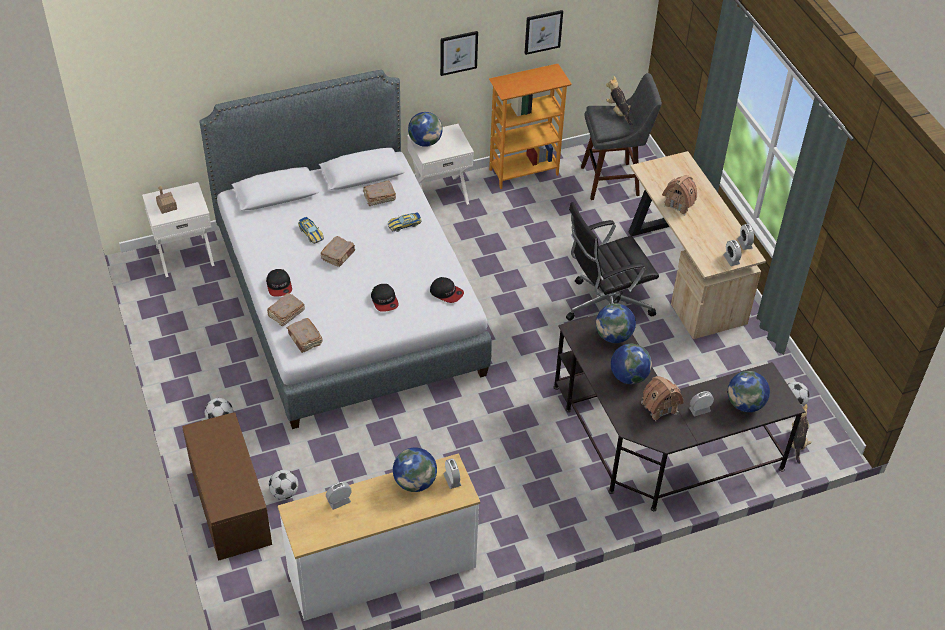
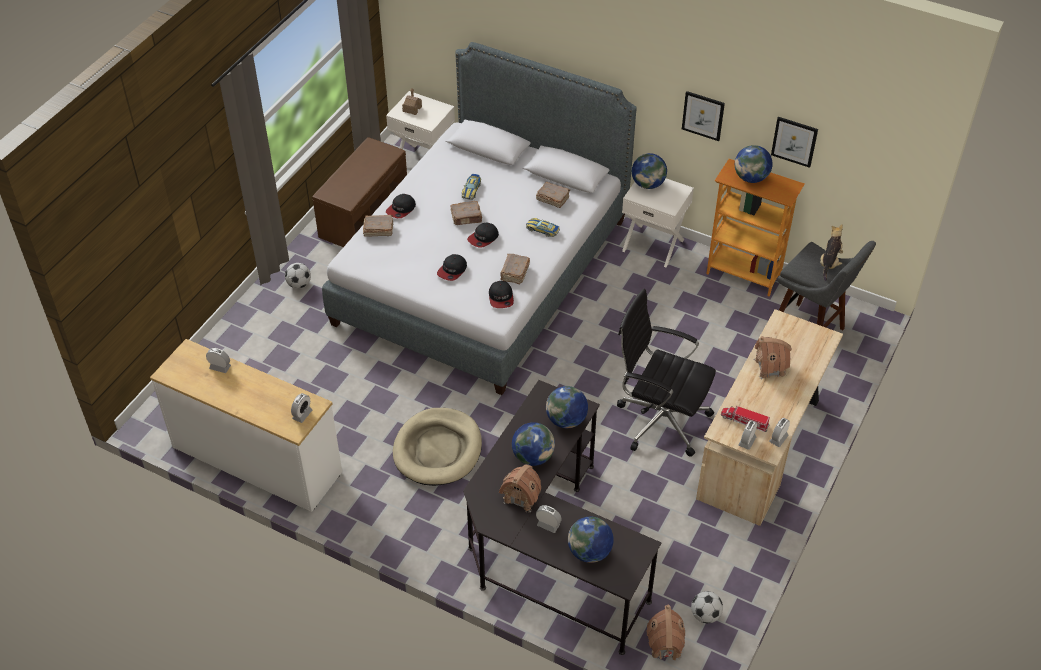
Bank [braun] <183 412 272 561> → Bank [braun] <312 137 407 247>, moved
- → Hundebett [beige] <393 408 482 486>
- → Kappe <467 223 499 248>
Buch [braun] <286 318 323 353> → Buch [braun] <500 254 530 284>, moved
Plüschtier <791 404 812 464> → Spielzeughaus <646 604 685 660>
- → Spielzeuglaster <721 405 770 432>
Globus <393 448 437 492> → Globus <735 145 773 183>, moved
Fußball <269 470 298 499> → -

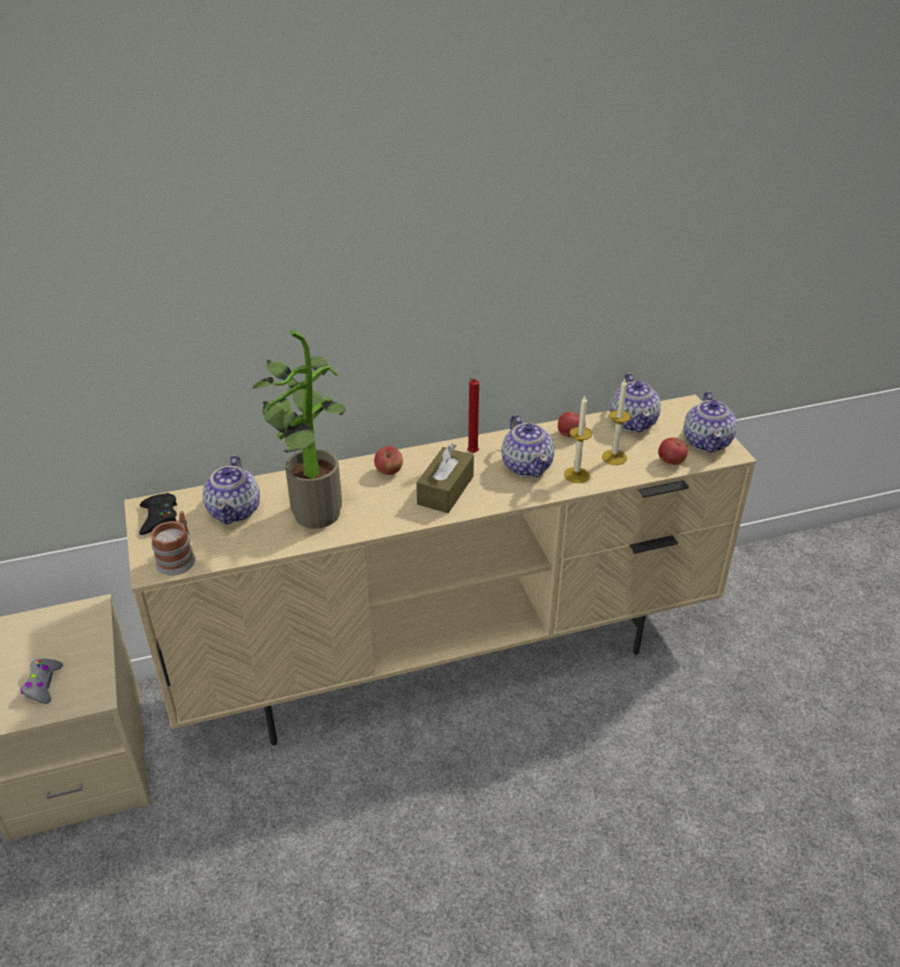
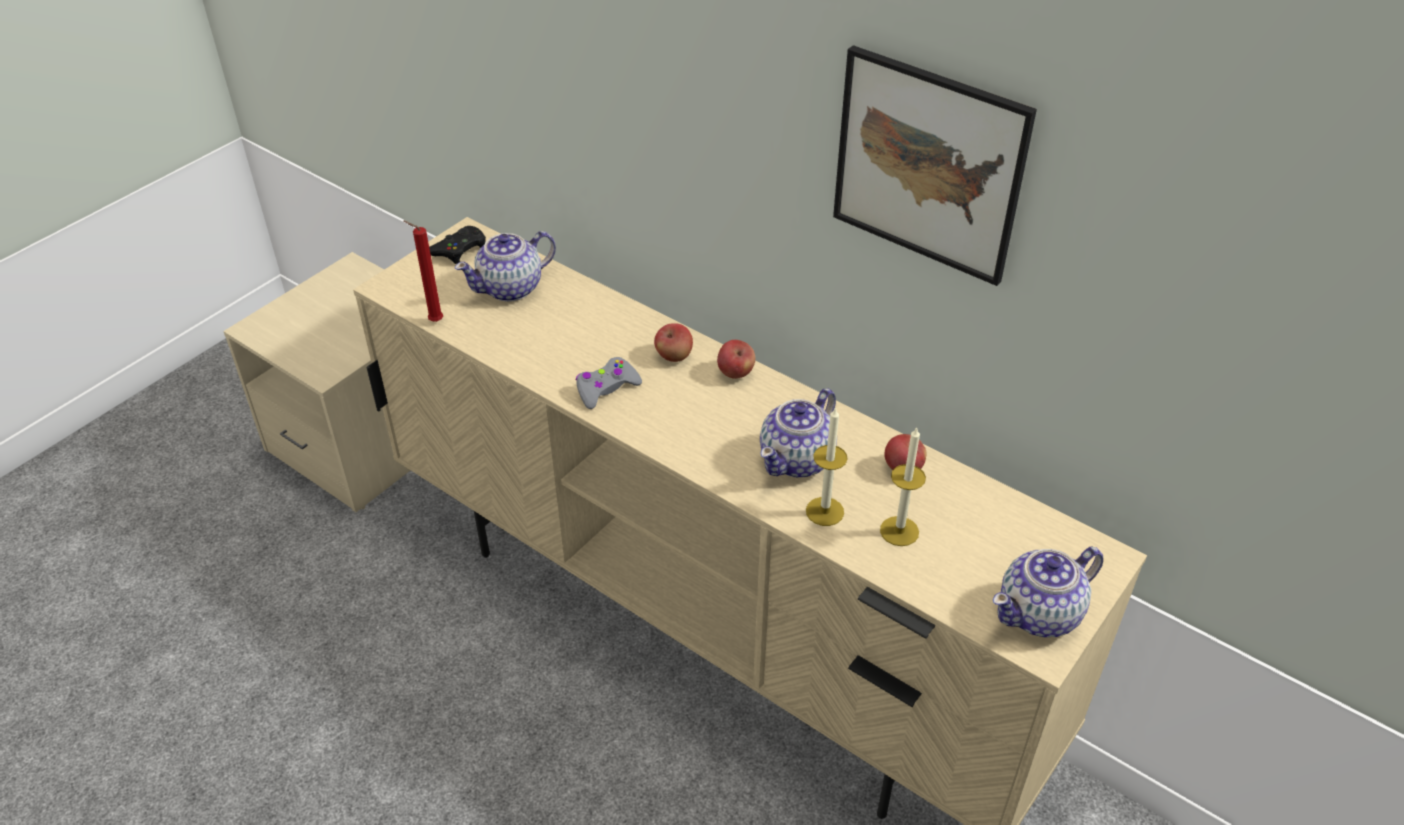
Kerze [rot] <467 378 479 453> → Kerze [rot] <403 221 443 322>, moved
Gamepad [grau] <21 659 63 704> → Gamepad [grau] <576 357 642 409>, moved
Apfel <658 437 688 465> → Apfel <717 340 755 379>, moved
- → Bild <833 45 1037 286>
Henkelbecher <151 511 195 576> → -
Topfpflanze <252 330 346 529> → -
Taschentuchbox [braun] <416 444 474 513> → -
Teekanne <610 373 661 432> → -

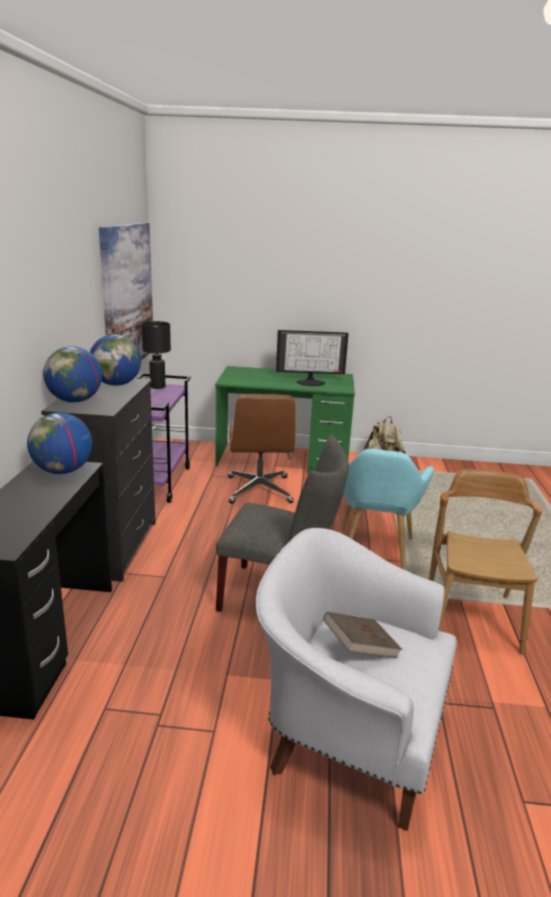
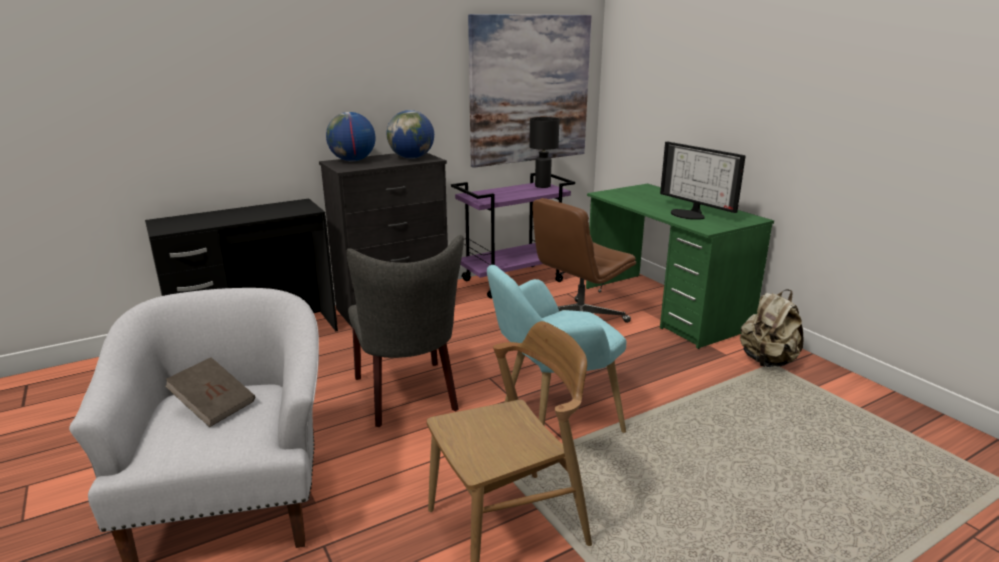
Globus <27 413 92 474> → -

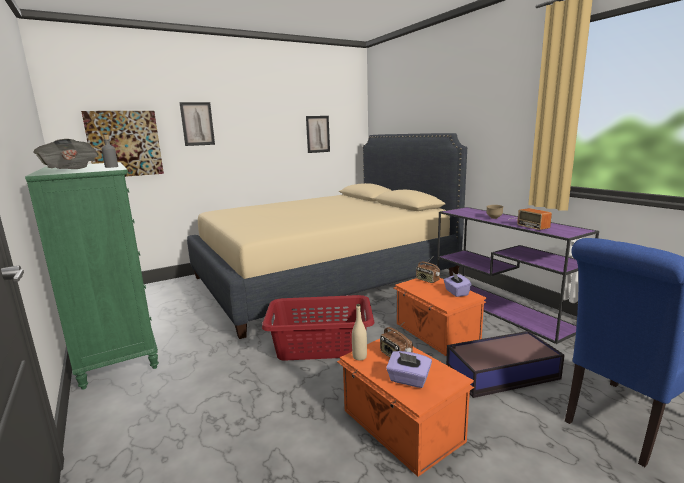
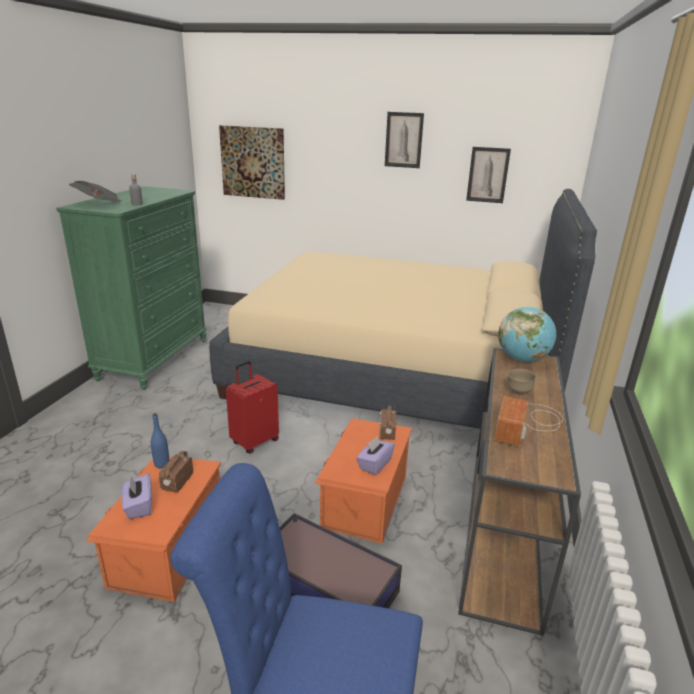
Flasche [beige] <352 304 367 360> → Flasche [blau] <151 413 169 469>
Wäschekorb [rot] <262 295 374 361> → Koffer [rot] <226 361 279 453>
Bild <179 102 215 146> → Bild <385 112 424 168>, moved
Konsolentisch [lila] <437 207 599 344> → Konsolentisch [braun] <458 348 581 636>
- → Globus <498 306 556 362>

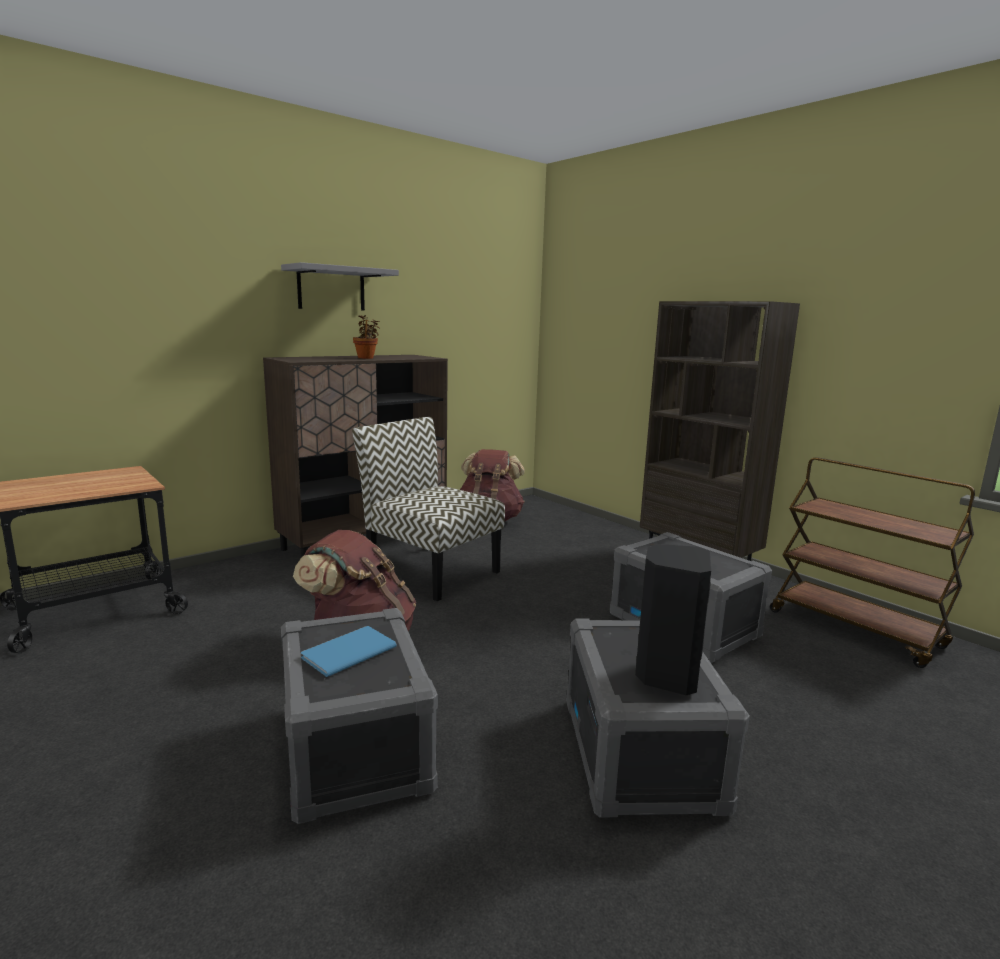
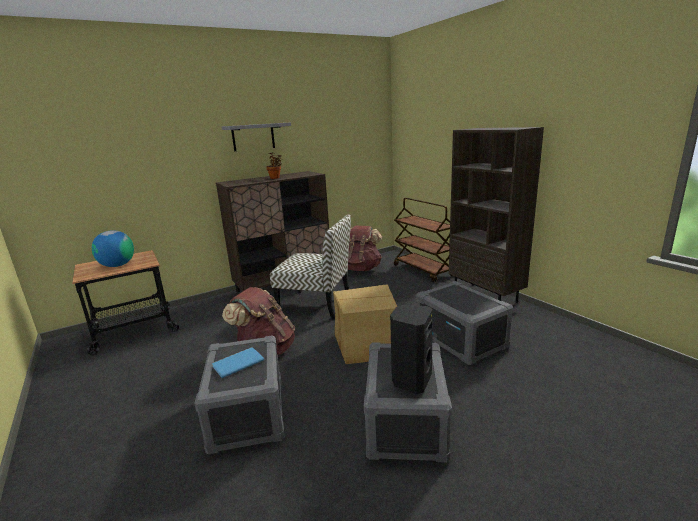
- → Globus <92 230 134 267>
Stuhl <352 417 505 601> → Stuhl <270 214 351 320>, 150 degrees clockwise
- → Karton <333 284 397 364>
Rollwagen [braun] <770 457 975 668> → Rollwagen [braun] <394 198 453 283>, moved

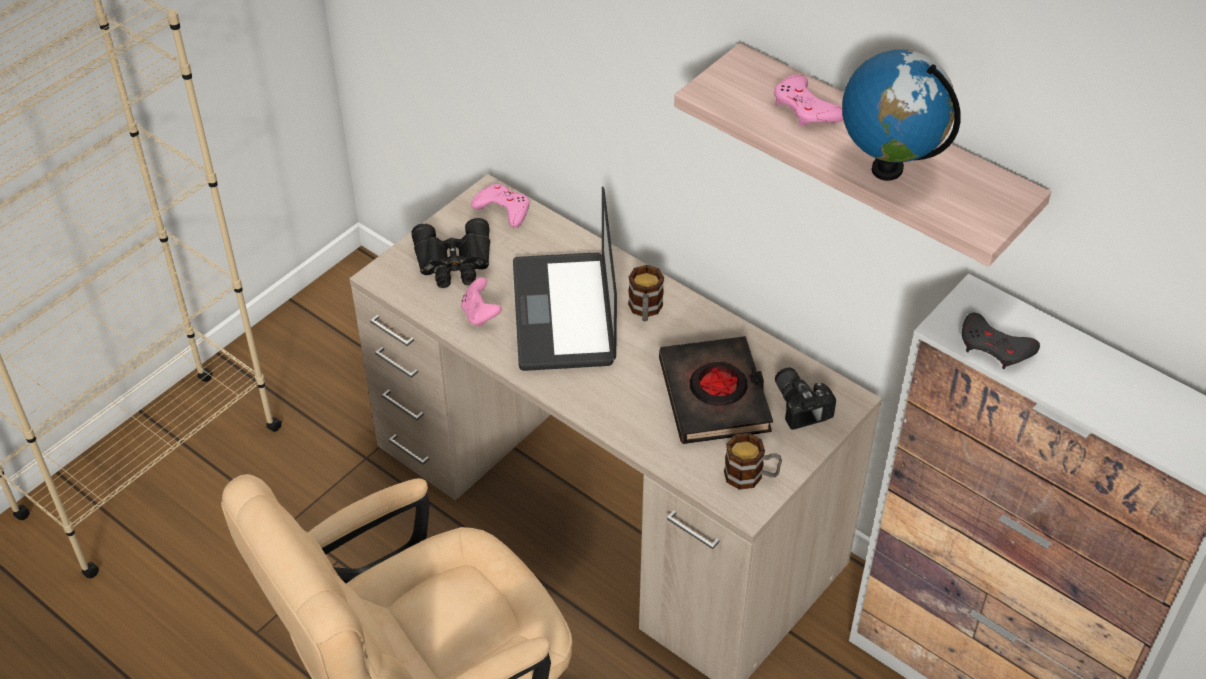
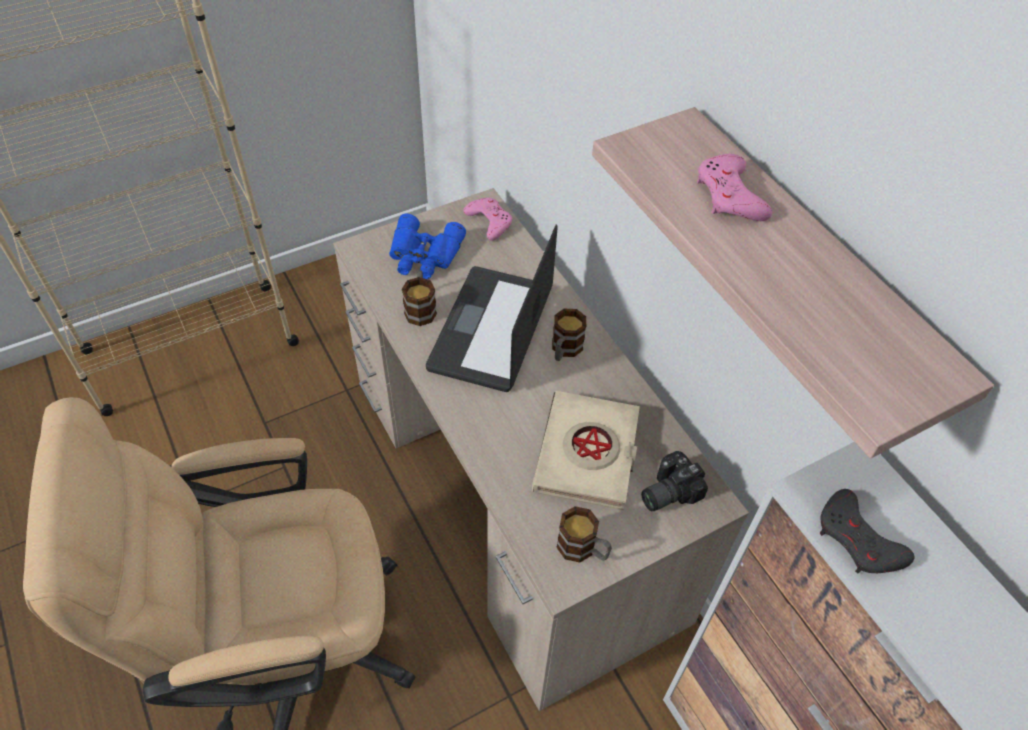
Fernglas [schwarz] <412 218 490 288> → Fernglas [blau] <389 213 466 279>
Gamepad [rosa] <461 277 502 327> → Henkelbecher <402 270 437 326>
Buch [schwarz] <659 336 773 444> → Buch [beige] <532 391 640 510>
Kamera <775 368 836 430> → Kamera <641 451 708 511>, 120 degrees counterclockwise
Globus <842 49 961 181> → -

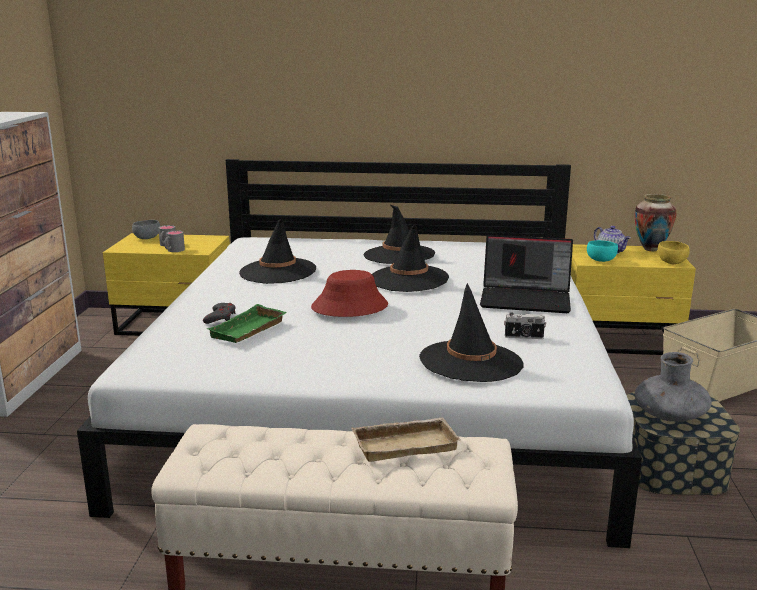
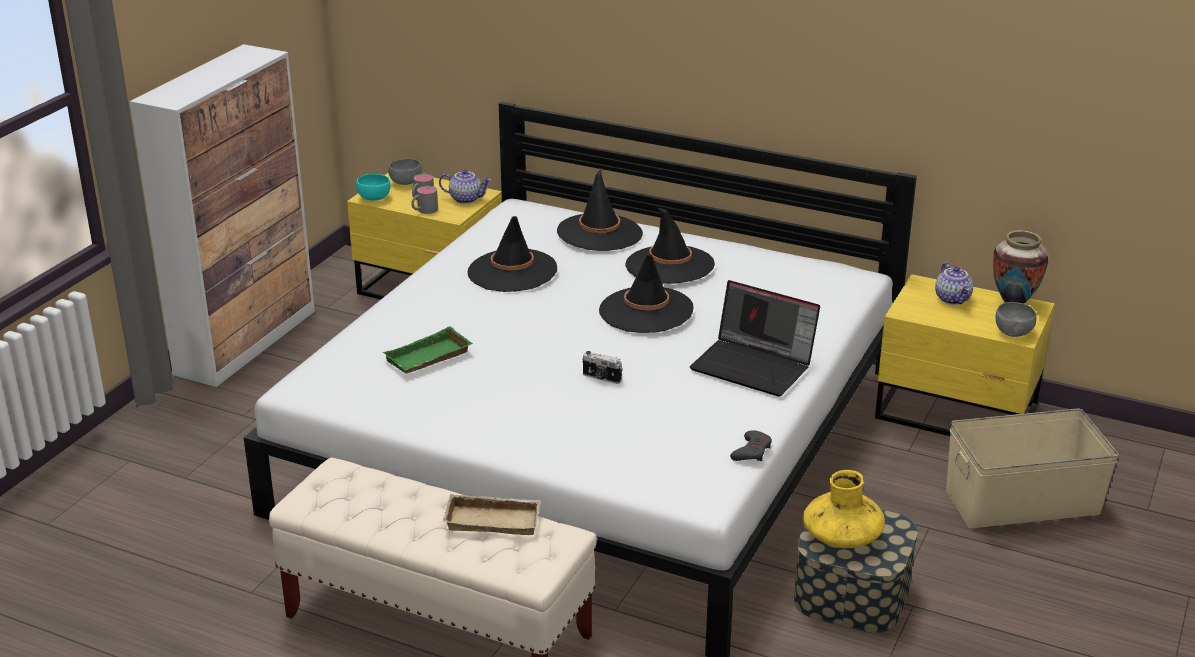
Schüssel [türkis] <587 240 618 262> → Schüssel [türkis] <356 174 391 200>, moved
- → Teekanne <439 170 491 204>
Hut [schwarz] <419 283 524 382> → Hut [schwarz] <557 167 643 251>, moved
Kamera <504 313 546 339> → Kamera <582 351 622 384>, moved
Gamepad [grau] <203 303 236 324> → Gamepad [grau] <730 430 772 461>, moved
Vase [grau] <635 352 712 422> → Vase [gelb] <803 470 885 548>
Schüssel [gelb] <658 241 690 264> → Schüssel [grau] <995 302 1036 337>
Hut [rot] <311 270 388 317> → -

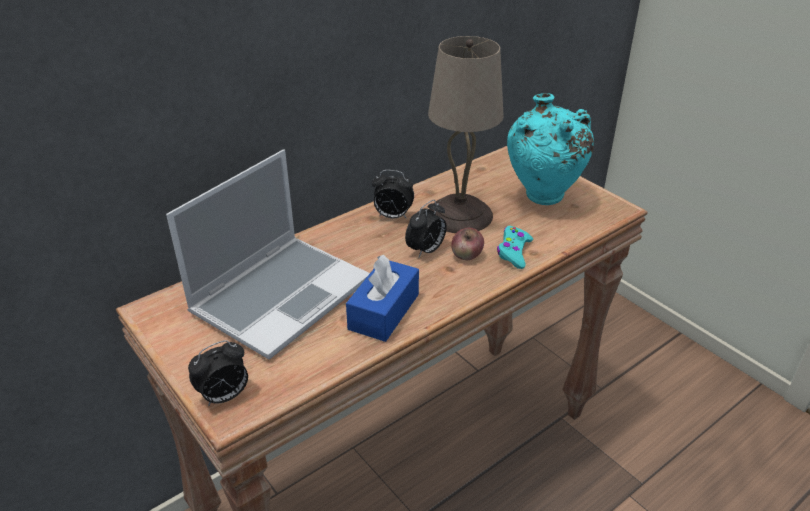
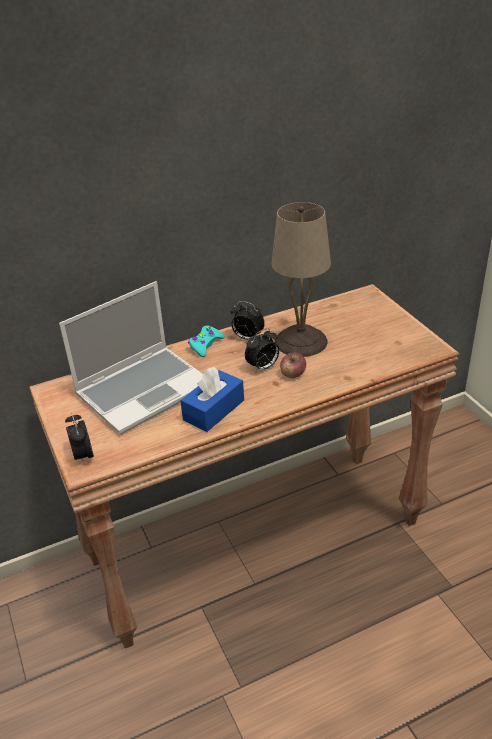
Wecker <188 340 248 406> → Wecker <65 413 94 464>, 90 degrees clockwise
Gamepad [türkis] <497 226 533 269> → Gamepad [türkis] <188 325 225 357>, moved
Vase [türkis] <507 93 594 205> → -

